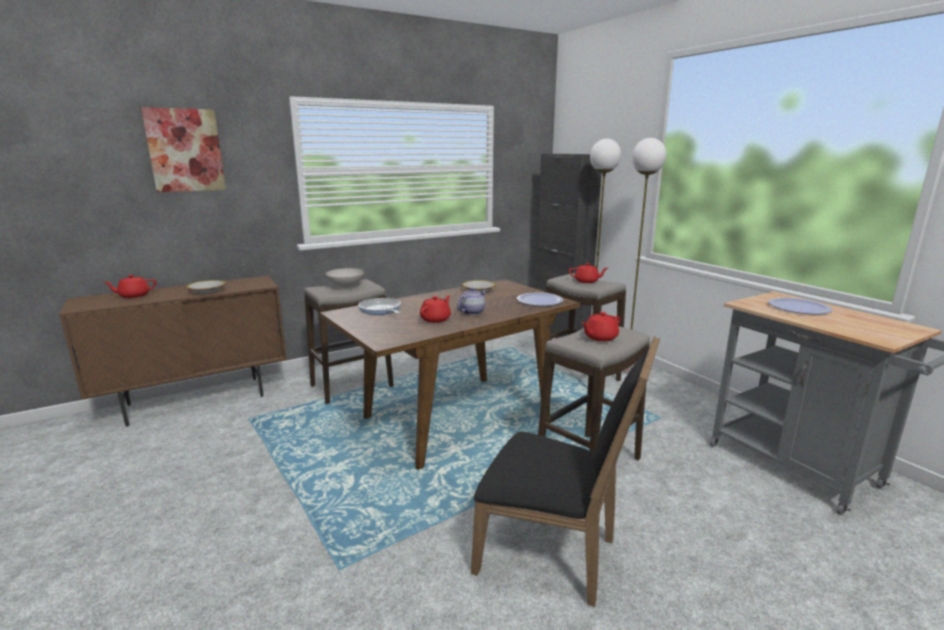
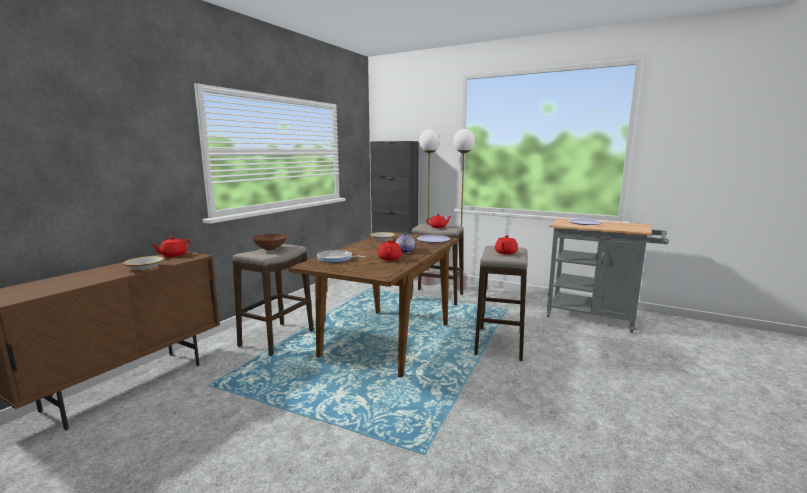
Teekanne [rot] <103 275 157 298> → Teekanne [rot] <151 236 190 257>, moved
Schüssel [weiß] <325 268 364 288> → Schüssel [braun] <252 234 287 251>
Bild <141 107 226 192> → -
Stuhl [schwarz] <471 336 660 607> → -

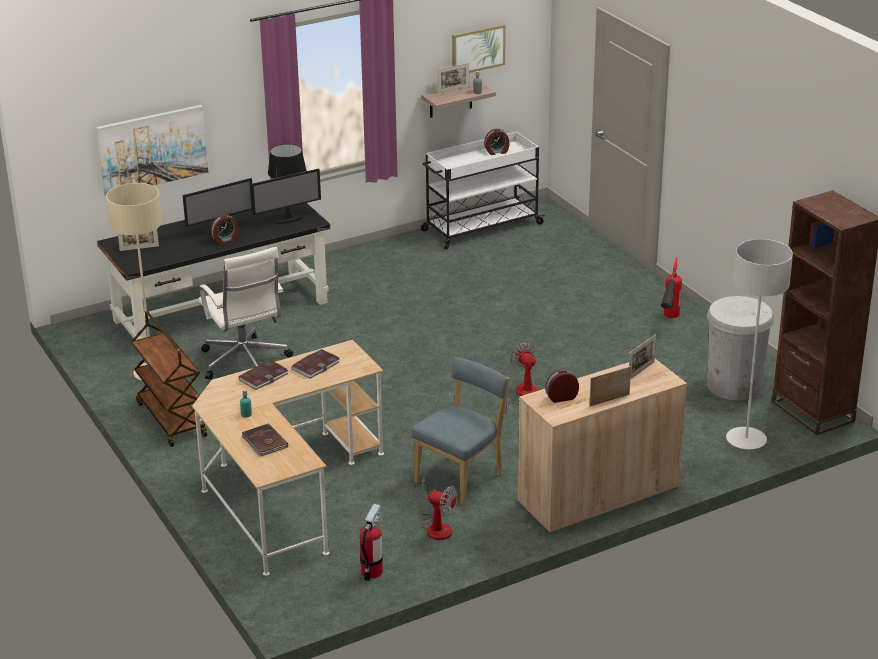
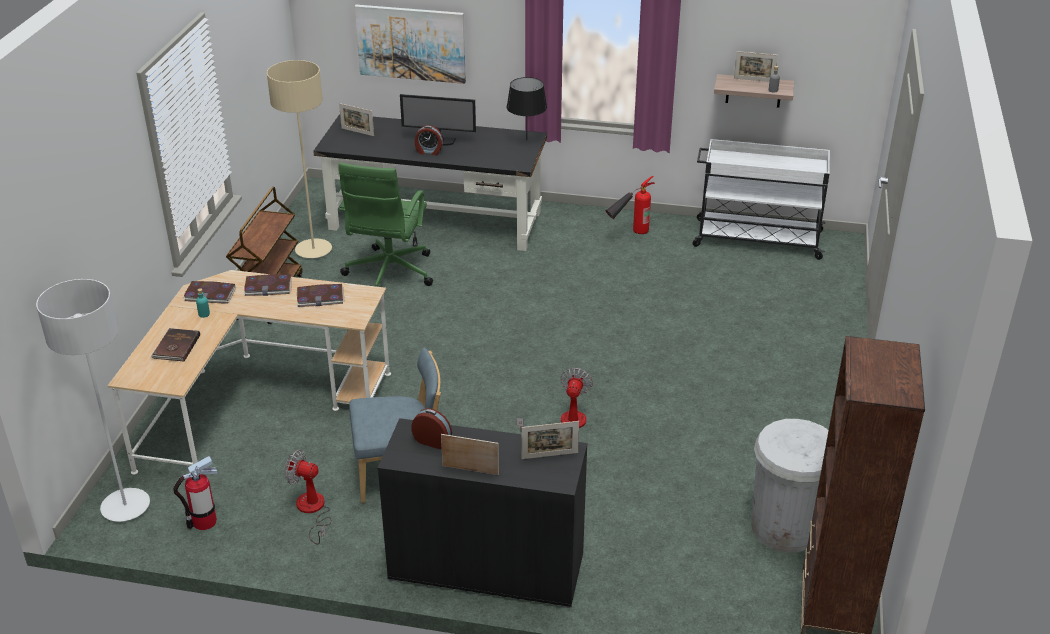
Stehlampe [grau] <726 239 793 449> → Stehlampe [grau] <36 279 150 522>, moved
- → Buch <183 281 236 304>
Ventilator <420 476 458 540> → Ventilator <284 450 331 545>, 135 degrees clockwise
Bürostuhl [weiß] <198 247 293 380> → Bürostuhl [grün] <338 163 433 287>
Schrank [beige] <518 359 687 534> → Schrank [schwarz] <378 418 587 608>
Feuerlöscher <661 257 682 318> → Feuerlöscher <605 175 655 234>, moved
Monitor <251 168 321 224> → -
Bild <452 24 506 73> → -
Wecker <484 129 509 155> → -

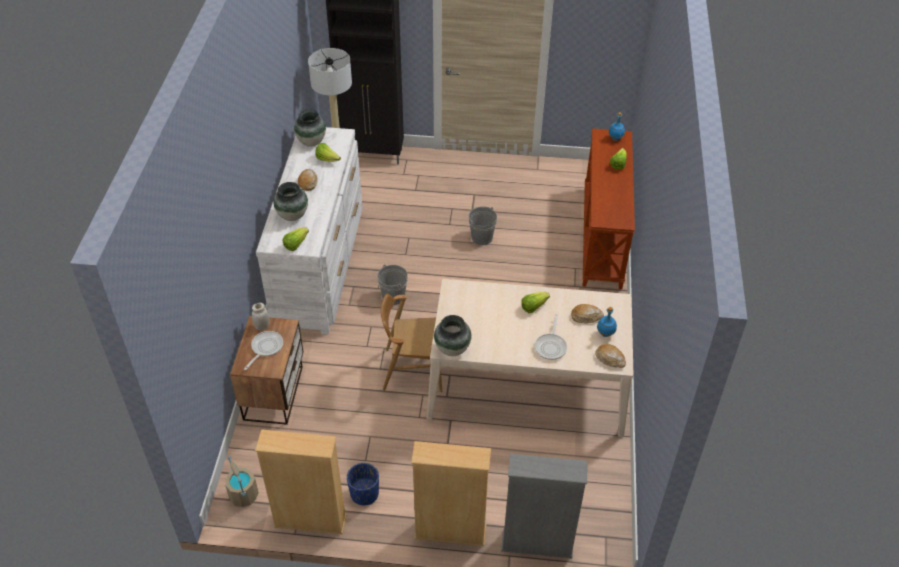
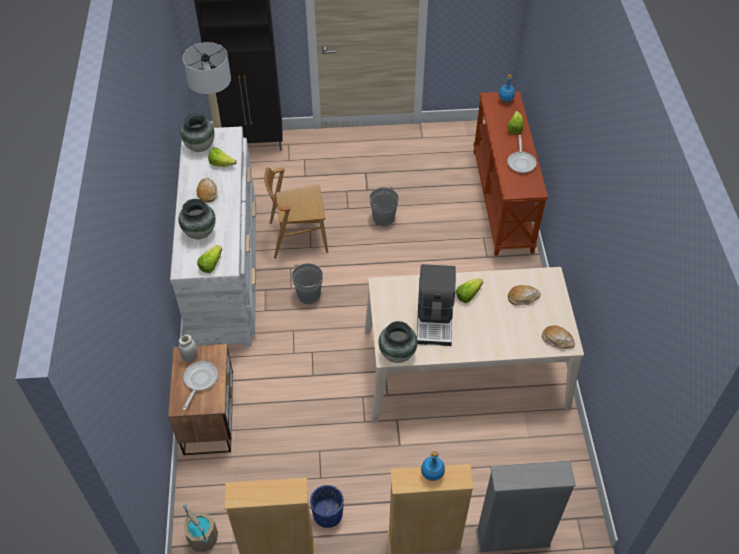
Stuhl [braun] <381 294 442 392> → Stuhl [braun] <264 167 328 259>, moved
- → Kaffeemaschine <417 264 456 346>
Flasche [blau] <597 307 617 337> → Flasche [blau] <421 451 445 481>, moved
Pfanne <535 314 567 360> → Pfanne <508 135 536 173>, moved

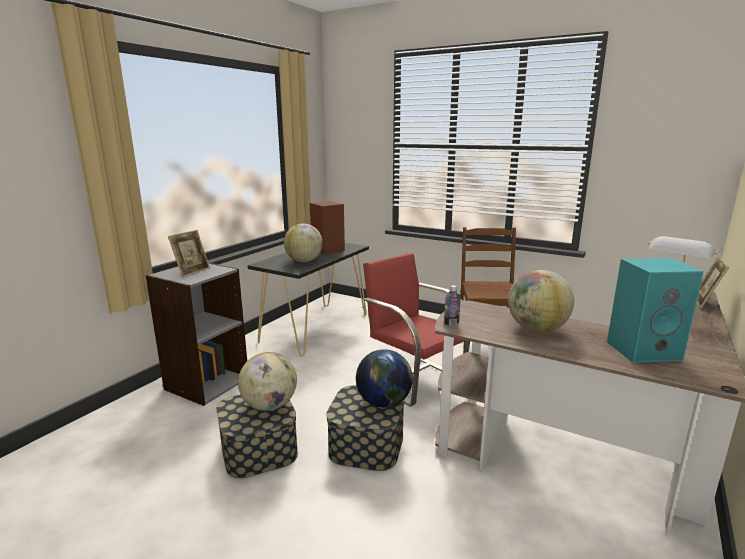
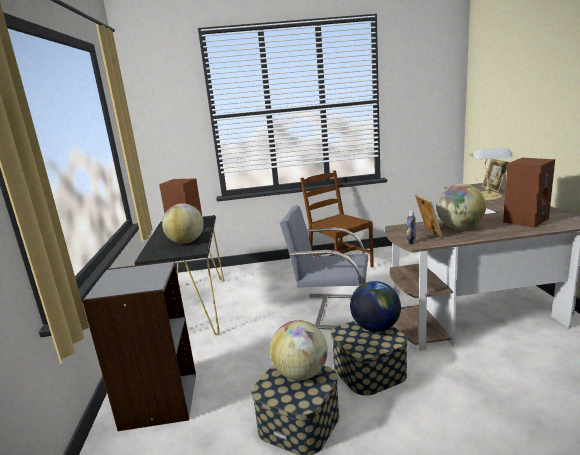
Stuhl [rot] <363 253 470 407> → Stuhl [grau] <280 205 368 330>
Bilderrahmen <168 230 210 277> → Bilderrahmen <415 195 443 238>, moved
Lautsprecher [türkis] <607 258 704 363> → Lautsprecher [braun] <503 158 555 228>

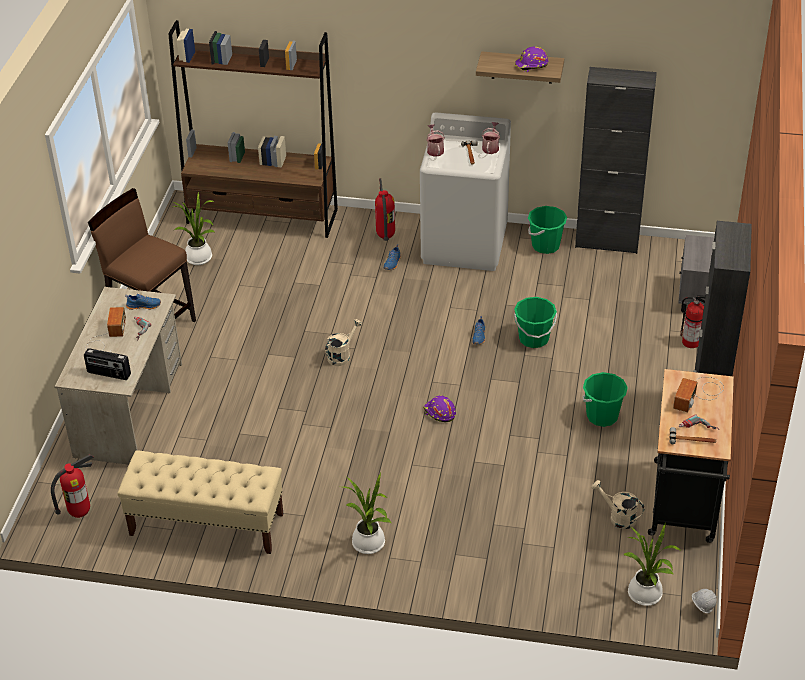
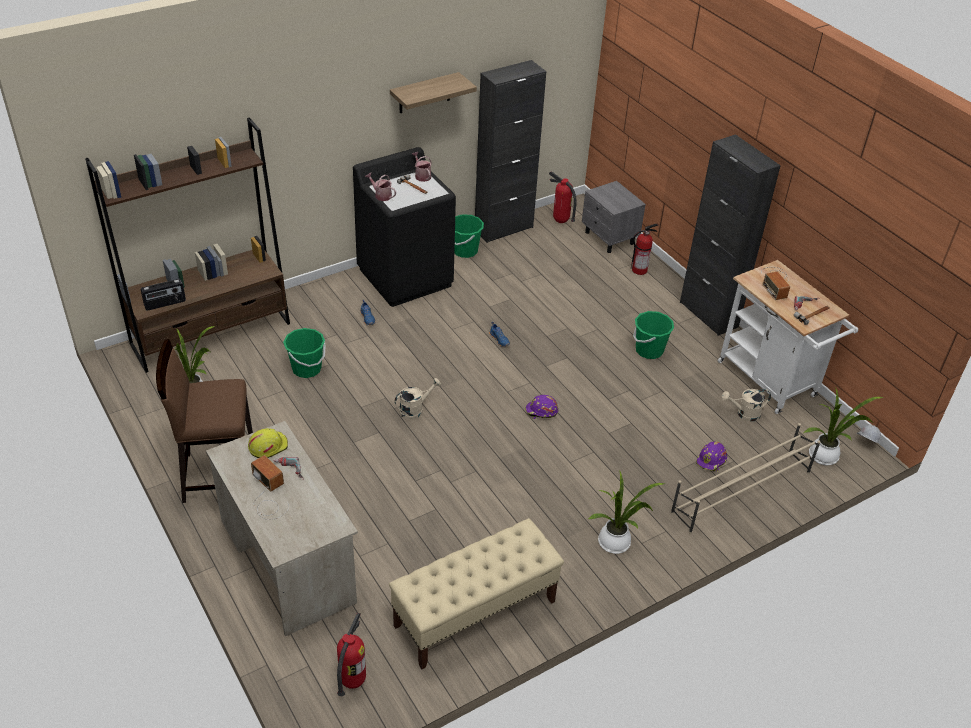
Radio <84 348 131 380> → Radio <141 279 186 311>, moved
Schuh [blau] <125 294 161 310> → Schutzhelm [gelb] <248 428 288 458>
Eimer [grün] <514 297 557 348> → Eimer [grün] <283 328 326 378>, moved
Waschmaschine [weiß] <420 112 511 271> → Waschmaschine [schwarz] <353 147 456 307>
Gießkanne [beige] <325 319 362 366> → Gießkanne [beige] <394 378 441 420>, 60 degrees clockwise
Feuerlöscher <375 178 395 241> → Feuerlöscher <549 171 577 223>, moved
- → Schuhregal [beige] <671 423 820 534>
Schutzhelm [lila] <515 47 548 72> → Schutzhelm [lila] <696 442 727 471>, moved
Rollwagen [schwarz] <648 369 734 543> → Rollwagen [weiß] <718 260 858 414>

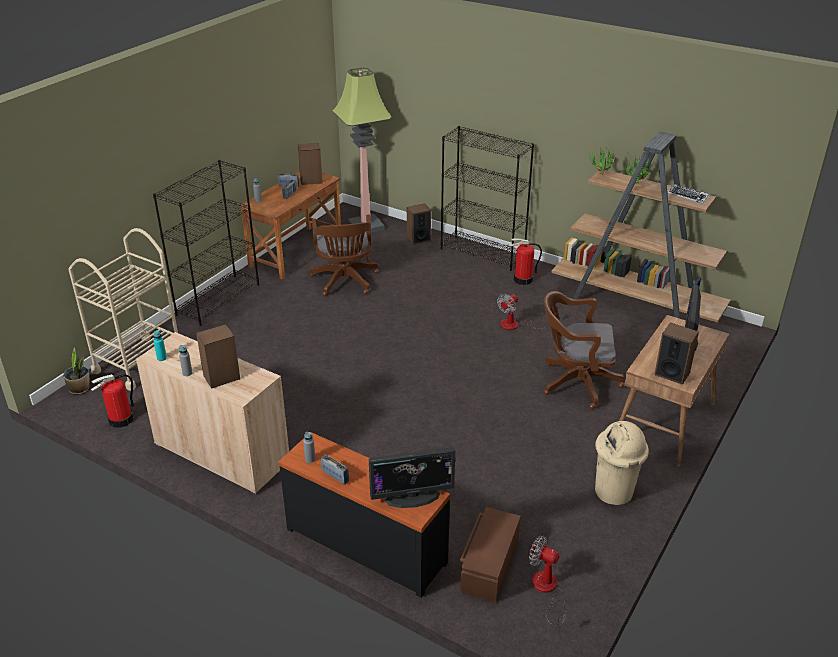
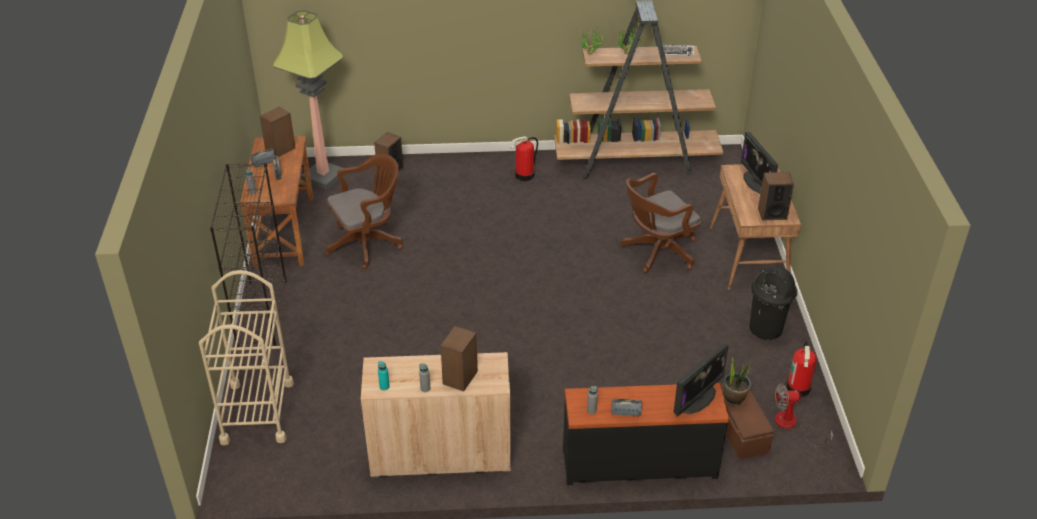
Bürostuhl [braun] <309 215 379 296> → Bürostuhl [braun] <325 154 403 269>, 75 degrees counterclockwise
Topfpflanze <63 348 90 395> → Topfpflanze <723 357 751 406>, moved
Mülleimer [beige] <595 421 649 505> → Mülleimer [schwarz] <749 266 797 340>
Feuerlöscher <91 374 134 428> → Feuerlöscher <786 341 817 397>, moved
Bücherregal [schwarz] <441 126 534 271> → -
Ventilator <497 294 549 330> → -

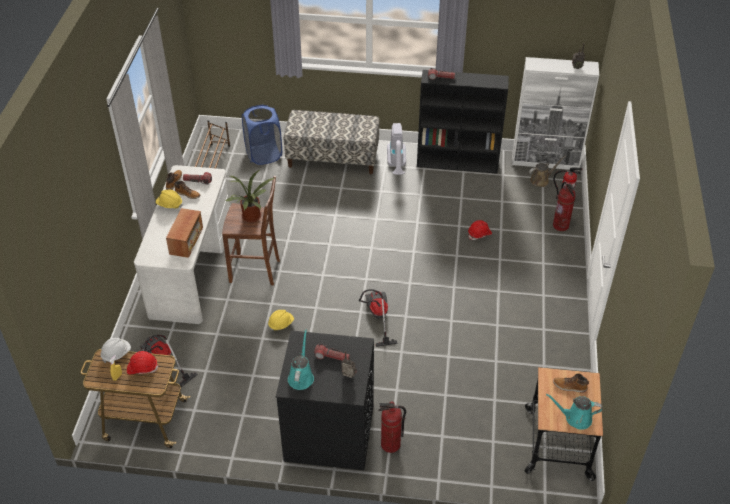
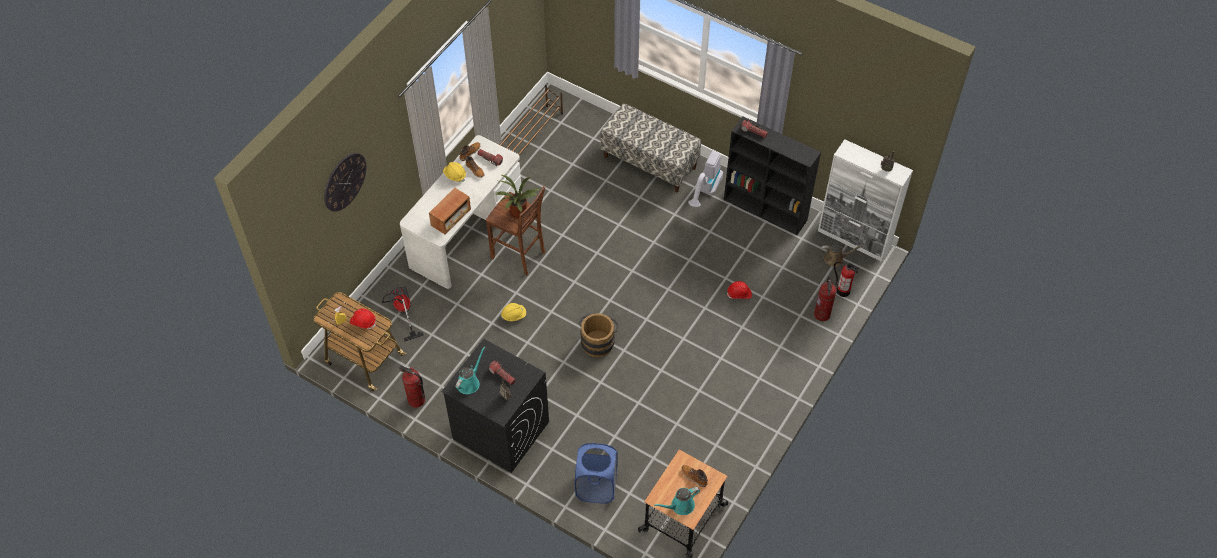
- → Wanduhr <324 153 366 212>
Feuerlöscher <378 402 406 453> → Feuerlöscher <399 365 425 408>, moved
Wäschekorb [blau] <242 105 282 165> → Wäschekorb [blau] <575 443 618 504>, moved
Staubsauger <359 289 398 347> → Eimer [braun] <578 313 619 357>
Gießkanne [türkis] <546 394 602 430> → Gießkanne [türkis] <654 487 700 515>, 60 degrees counterclockwise
Schutzhelm [weiß] <101 338 131 363> → -

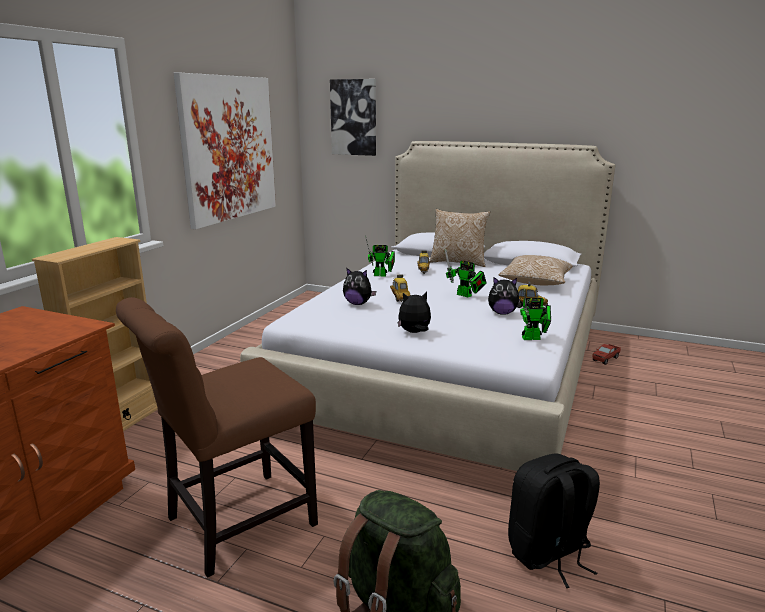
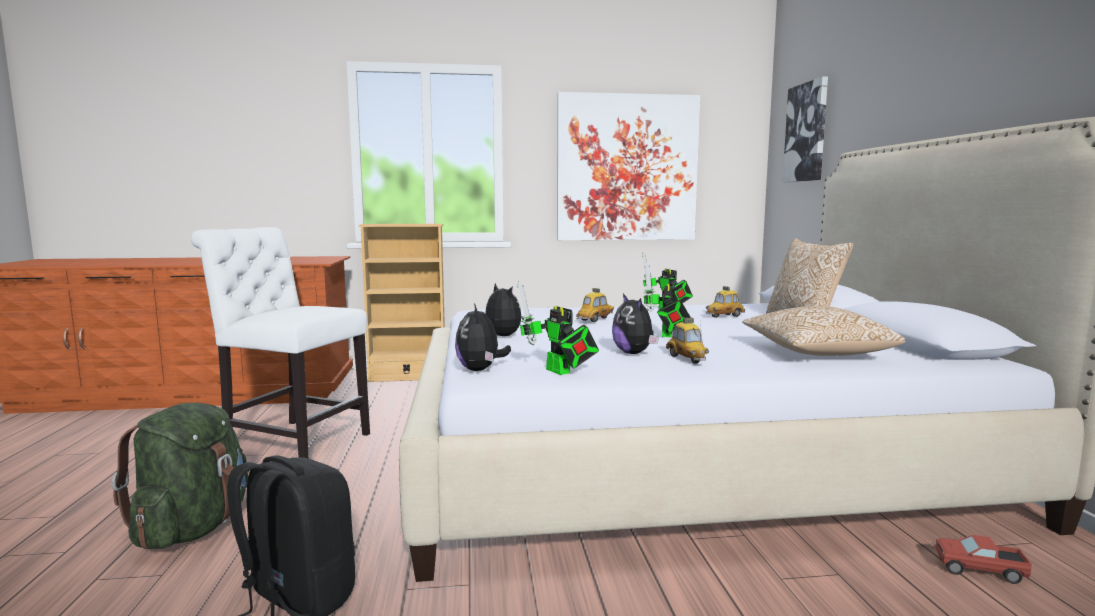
Stuhl [braun] <116 297 318 578> → Stuhl [weiß] <191 227 370 458>
Plüschtier <343 268 376 305> → Plüschtier <455 304 511 371>, moved

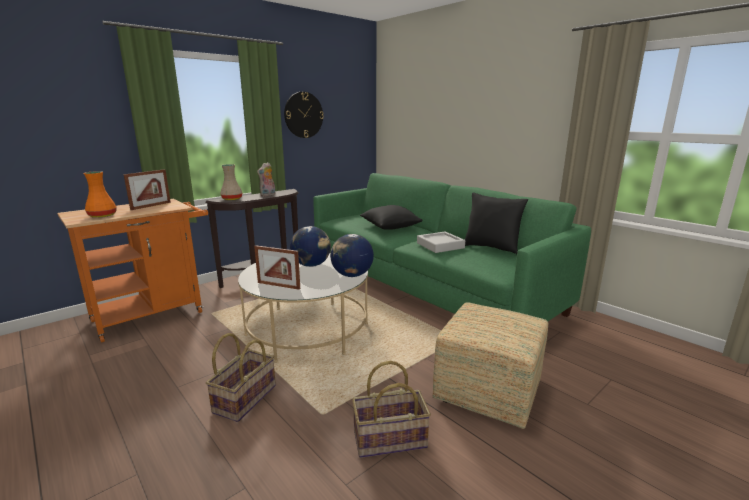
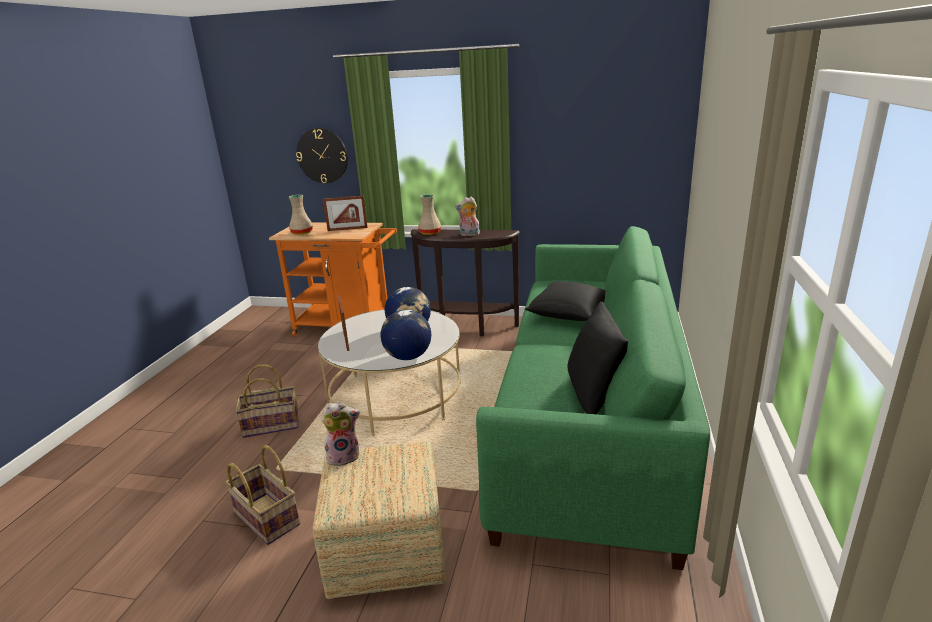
Vase [orange] <84 171 117 218> → Vase [beige] <289 195 313 235>
Wanduhr <284 92 324 138> → Wanduhr <296 128 348 183>, moved
- → Plüschtier <321 402 360 466>
Tablett [grau] <417 232 465 253> → -

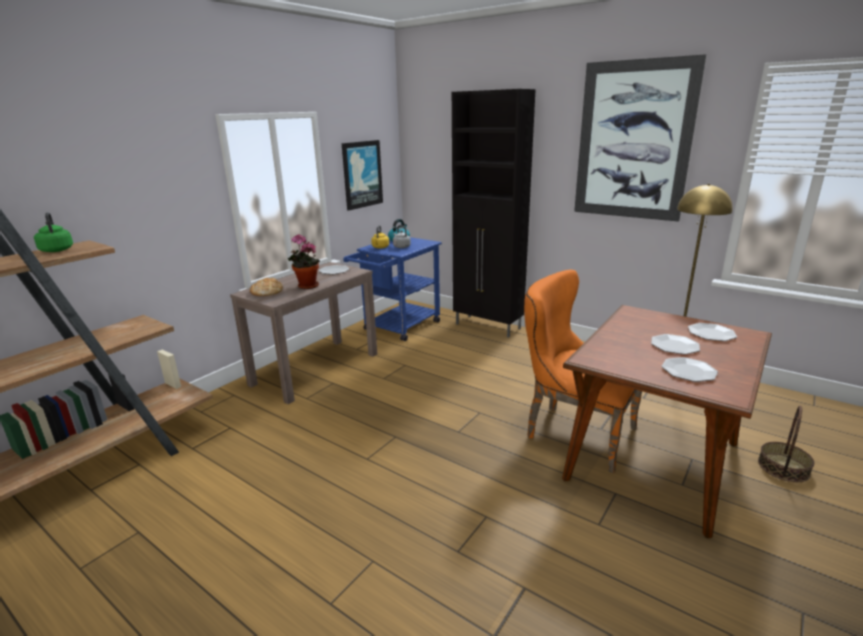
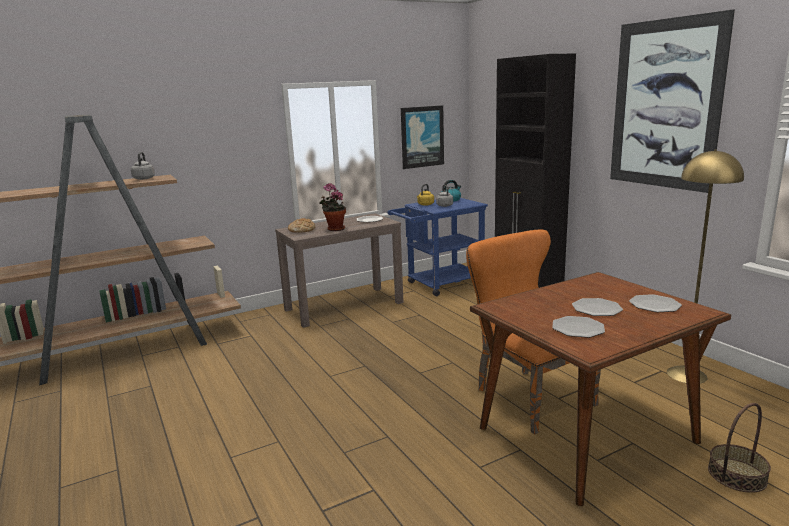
Wasserkessel [grün] <34 212 73 252> → Wasserkessel [grau] <131 152 155 180>

